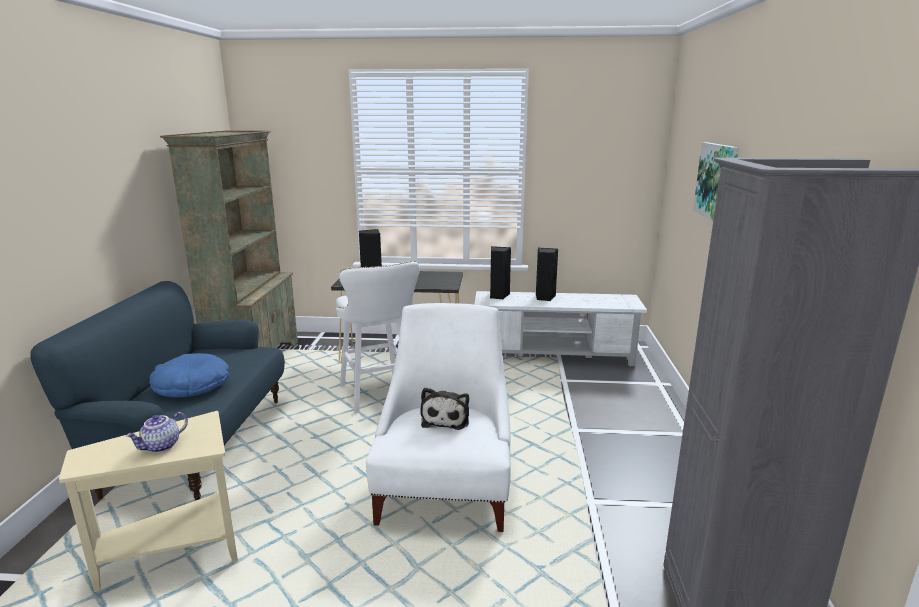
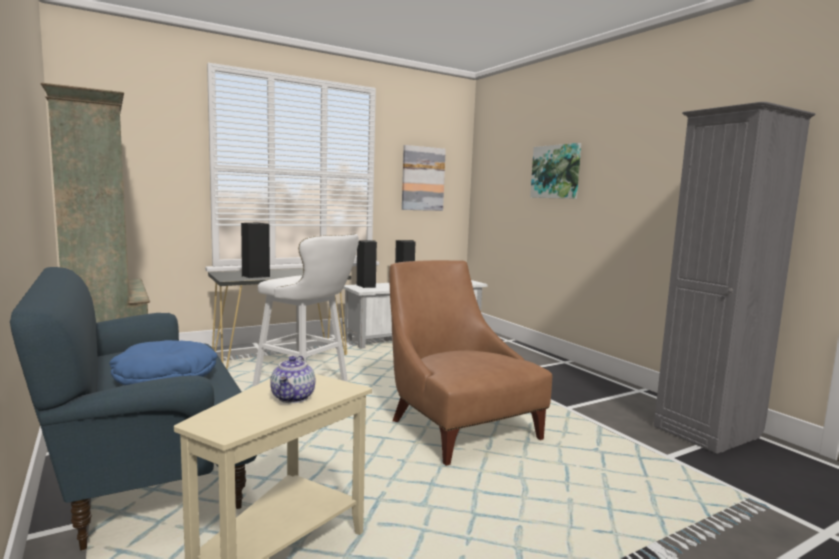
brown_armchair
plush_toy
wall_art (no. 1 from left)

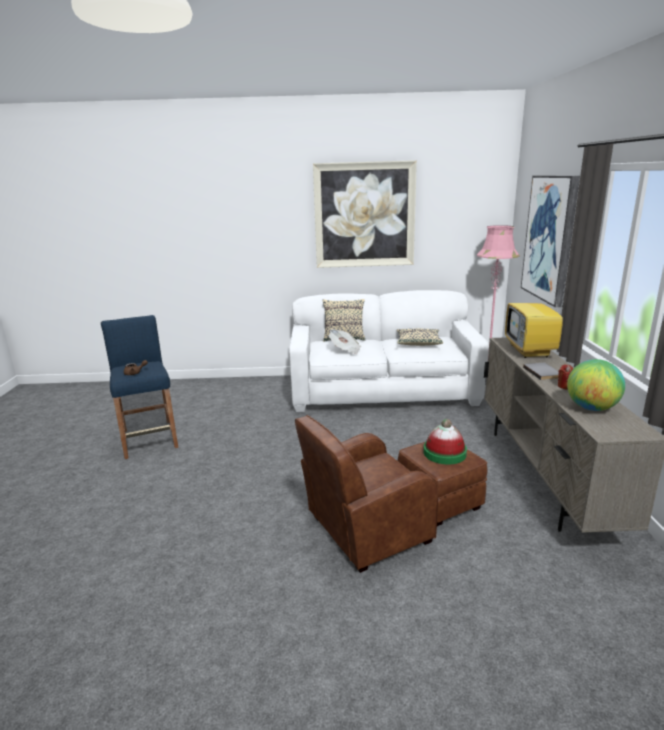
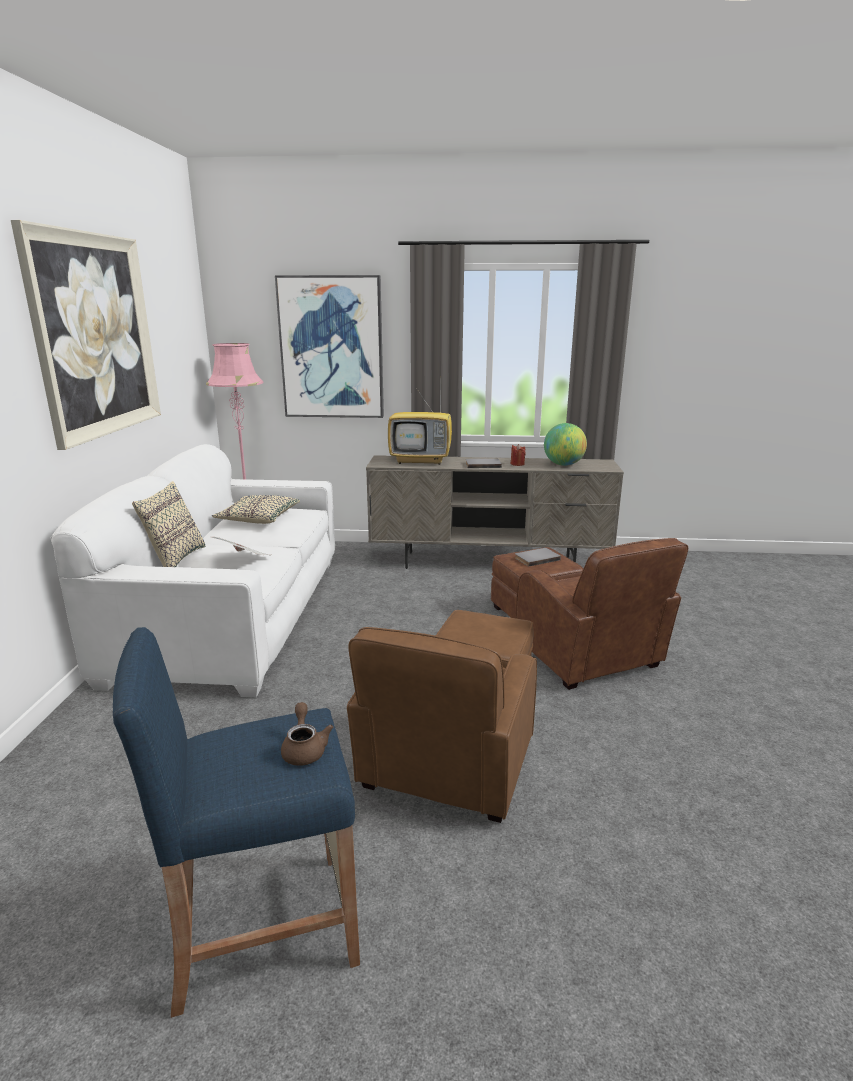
greyish_volume (no. 2 from left)
brown_armchair (no. 1 from left)

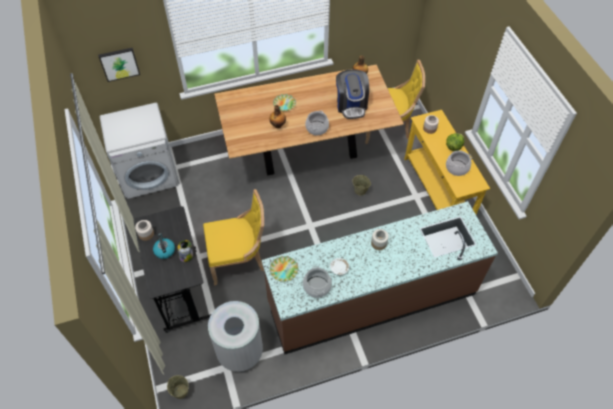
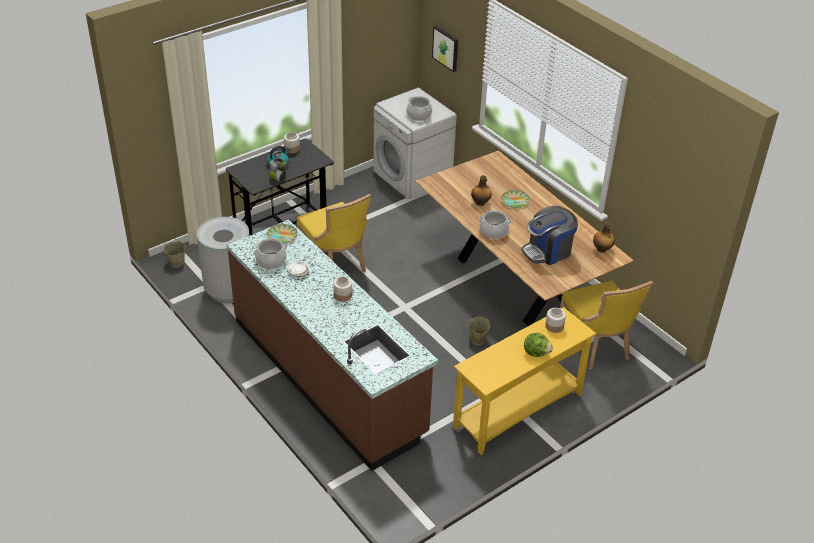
cooking_pot (no. 2 from left)

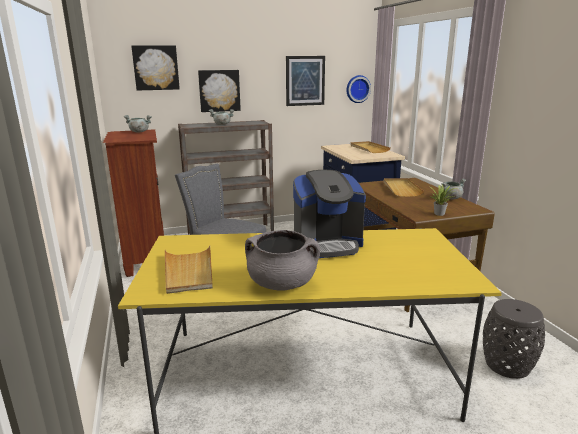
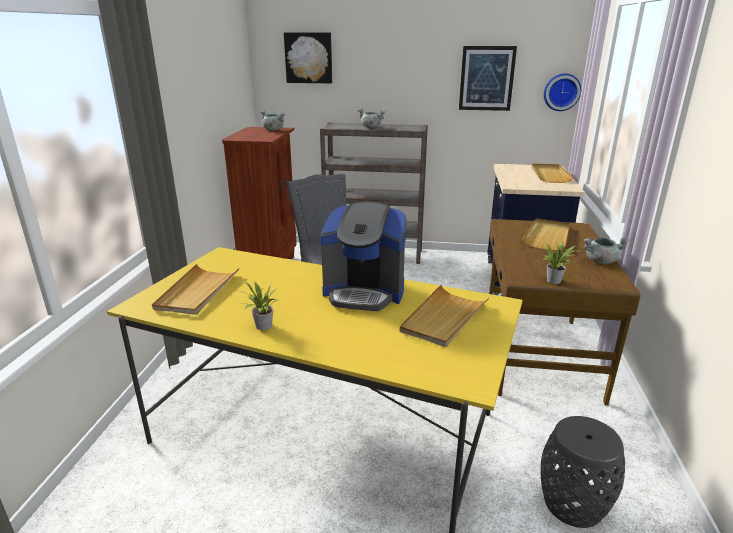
wall_art (no. 2 from left in the first image)
houseplant (no. 1 from left)
sand-coloured_carrying_tray (no. 2 from left)

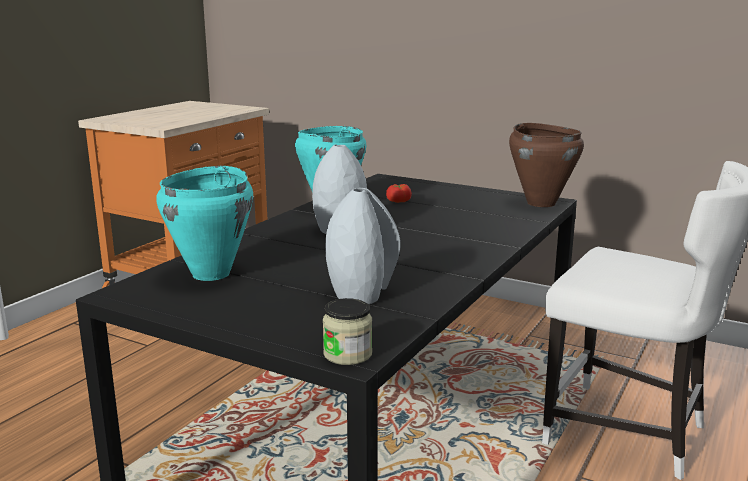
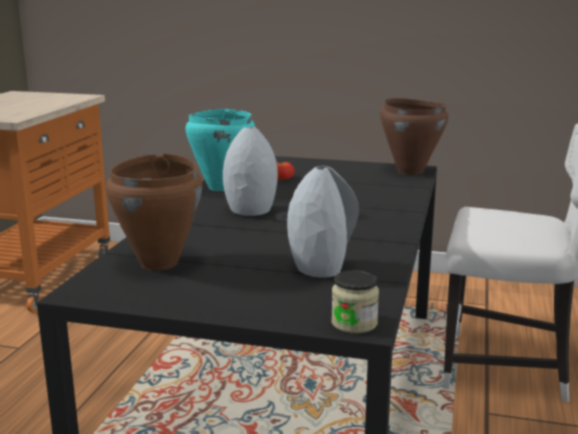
brown_cooking_pot (no. 1 from left)

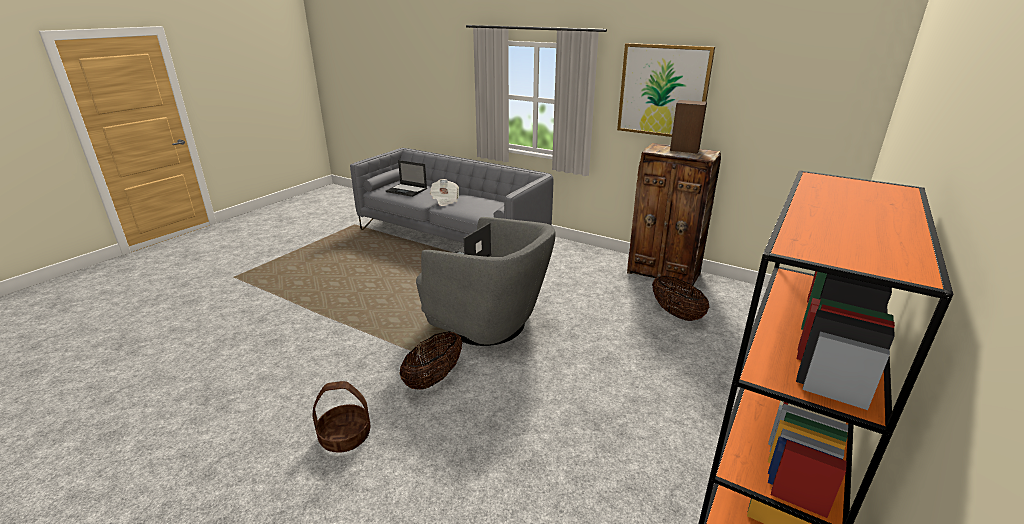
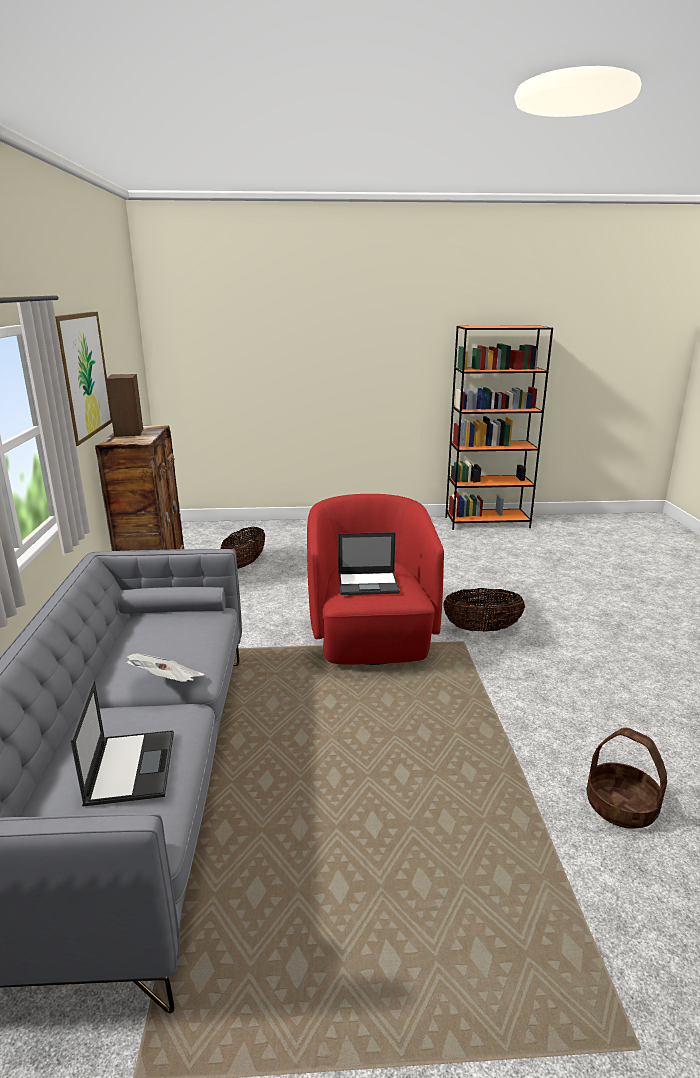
red_armchair
household_basket (no. 3 from left)

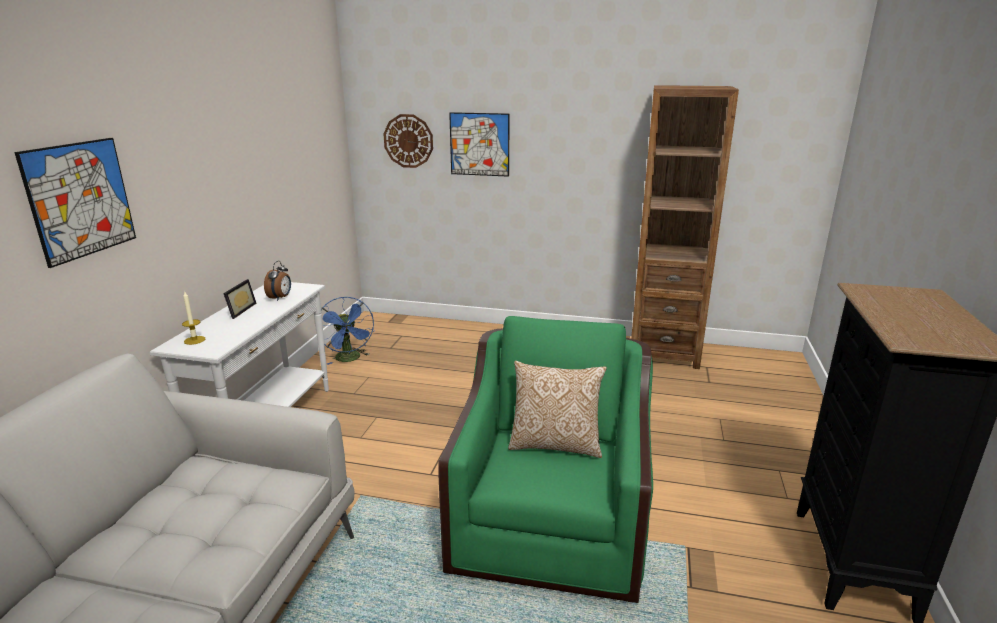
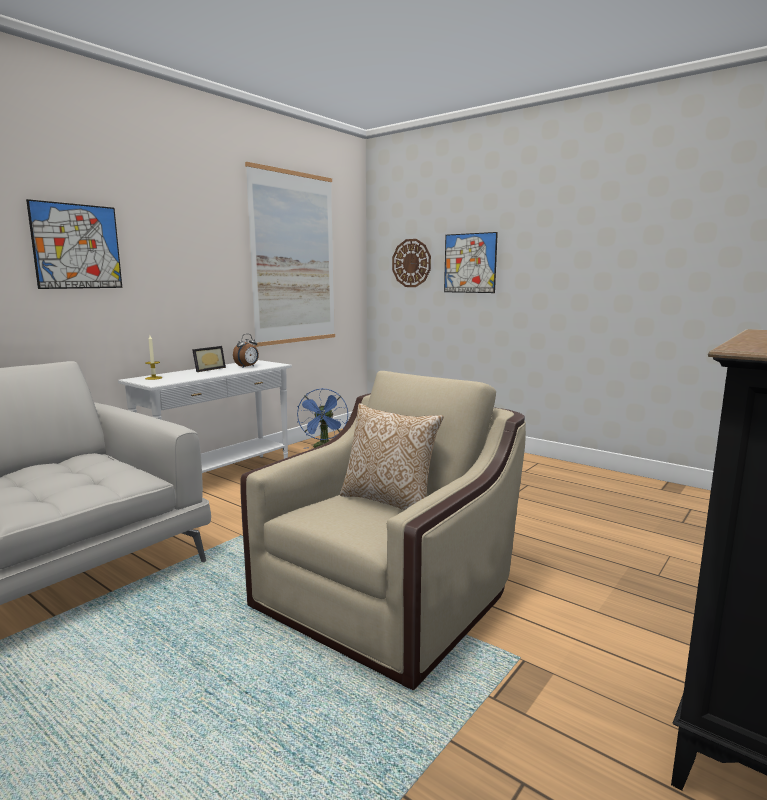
brown_bookcase
sand-coloured_armchair
wall_art (no. 2 from left)

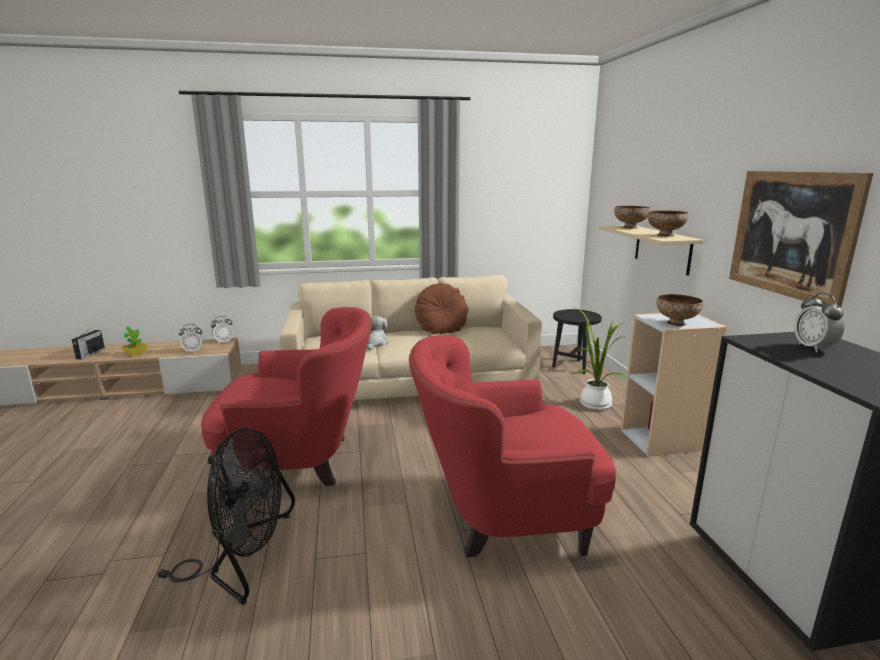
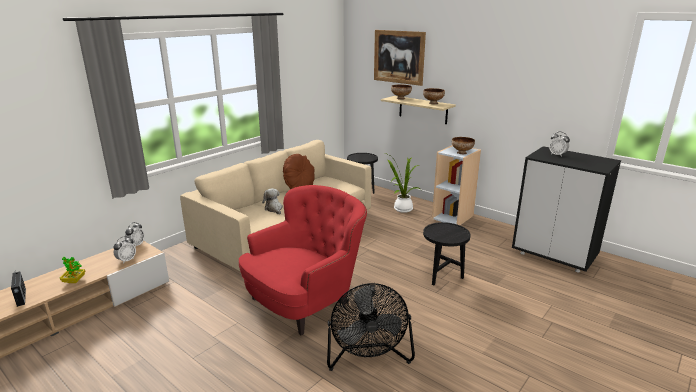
wall_art
blackish_side_table (no. 2 from left)
blackish_fan

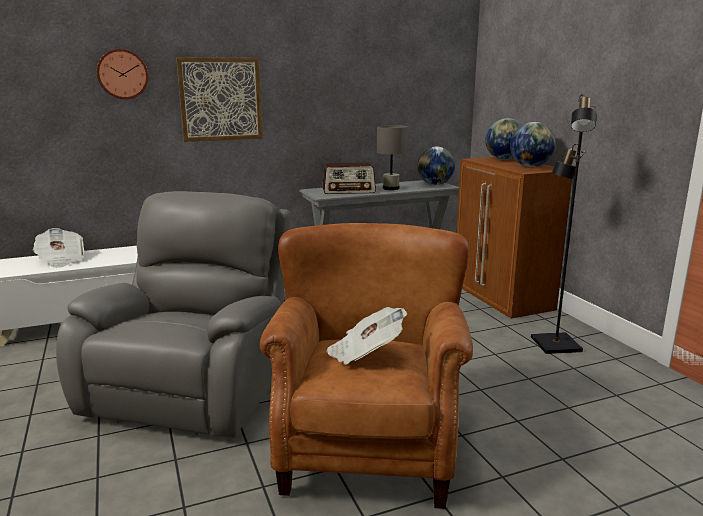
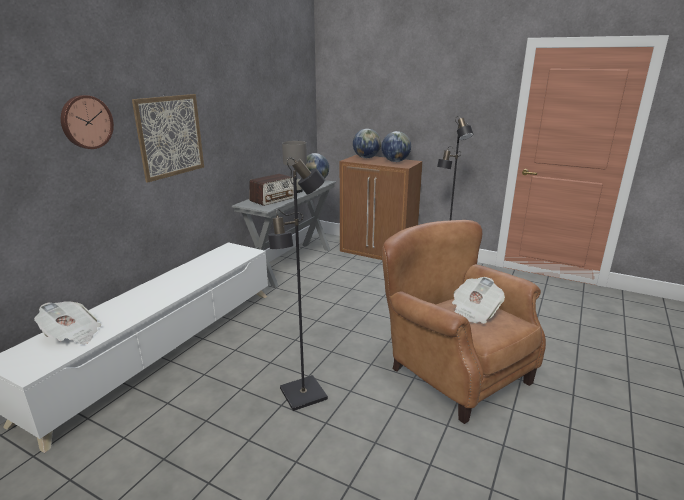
blackish_standing_lamp (no. 1 from left)

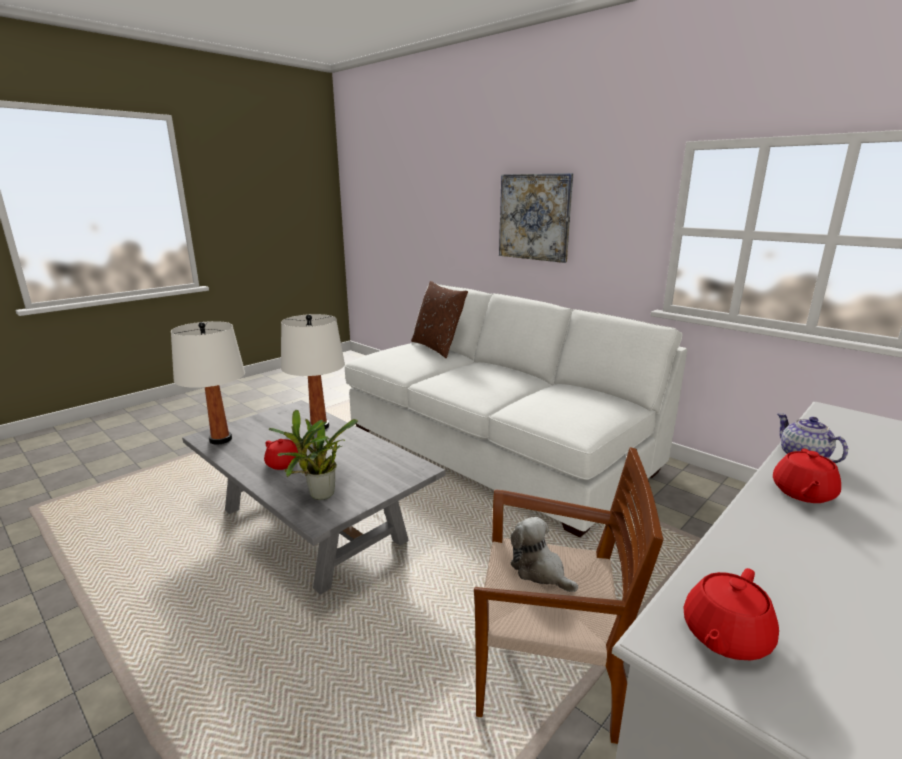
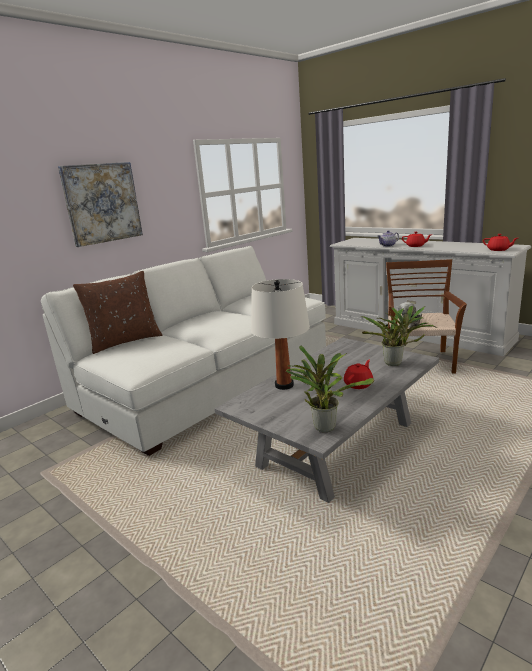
houseplant (no. 1 from left)

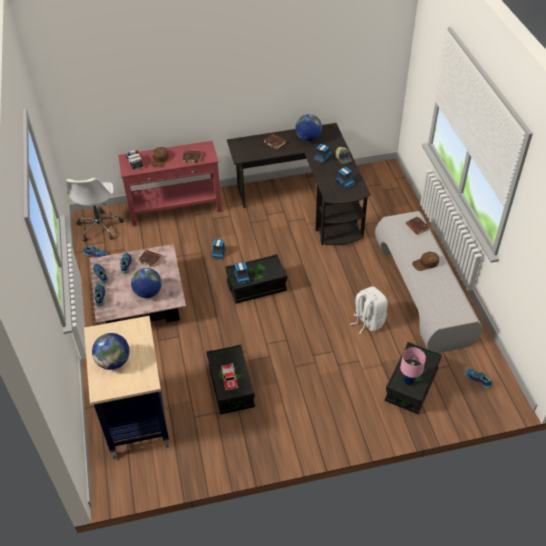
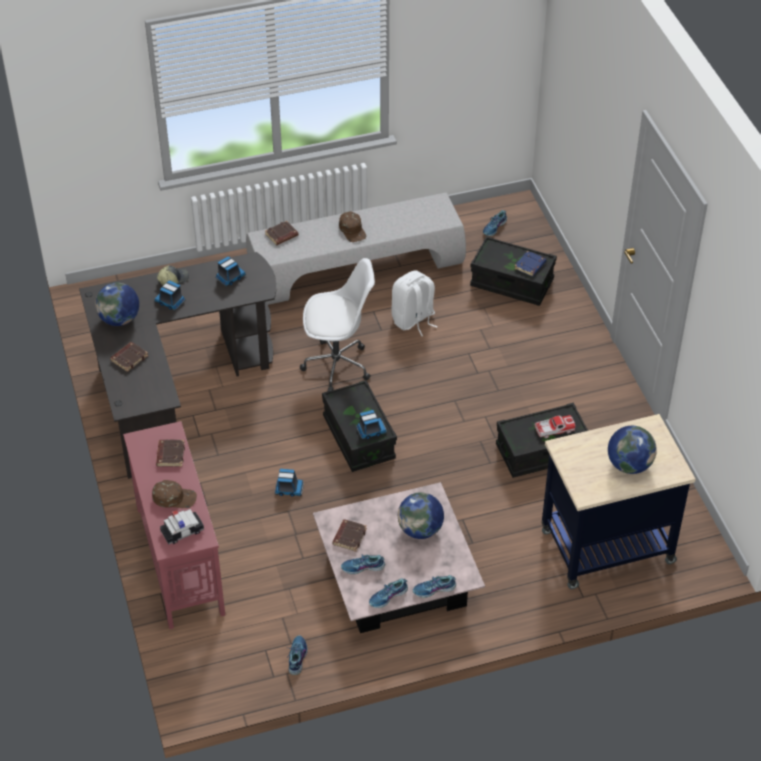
whitish_office_chair
blue-coloured_volume

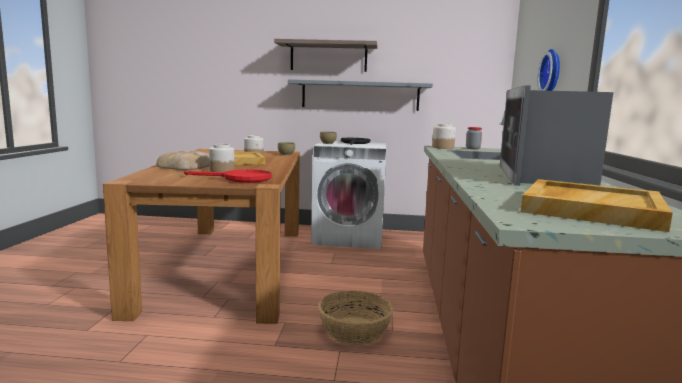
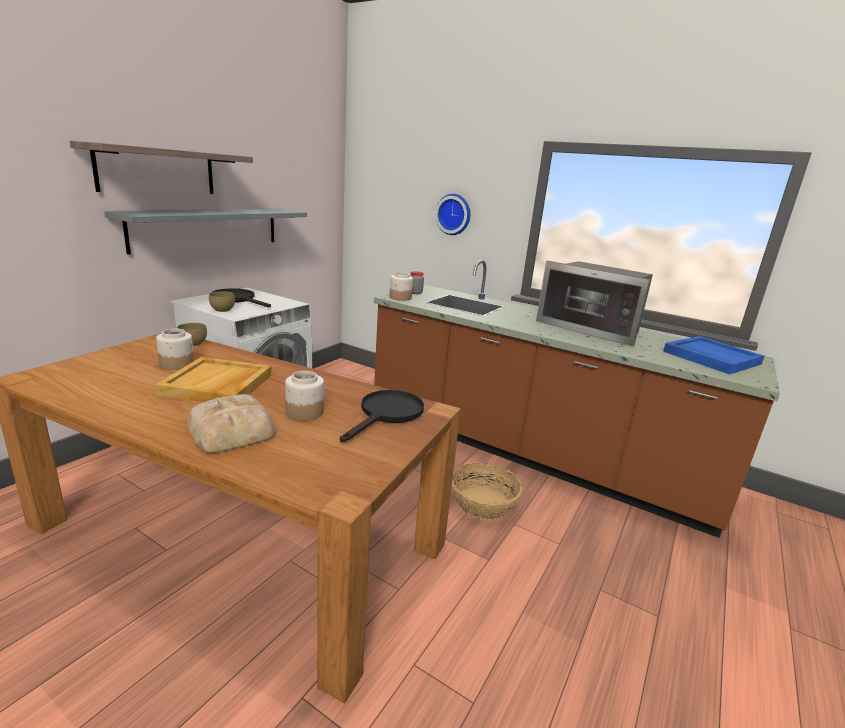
blackish_pan (no. 2 from left)
blue-coloured_carrying_tray

